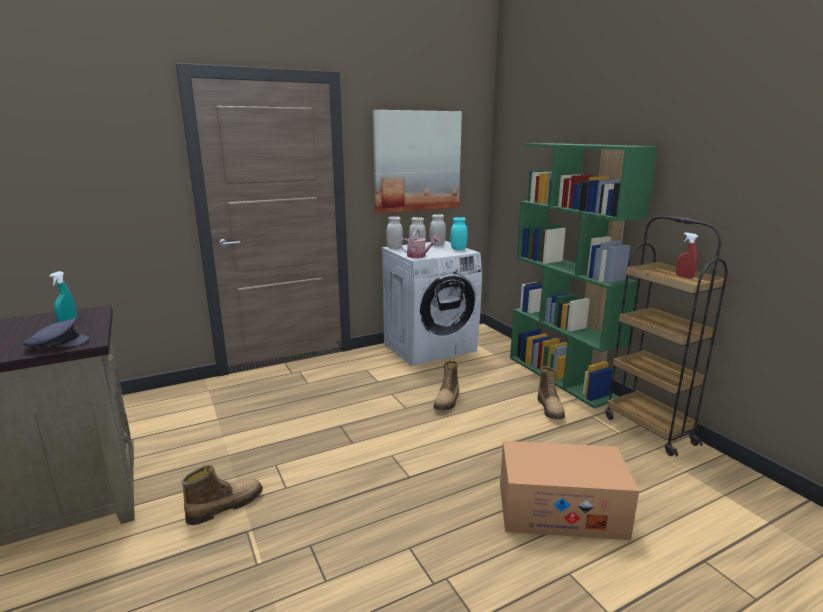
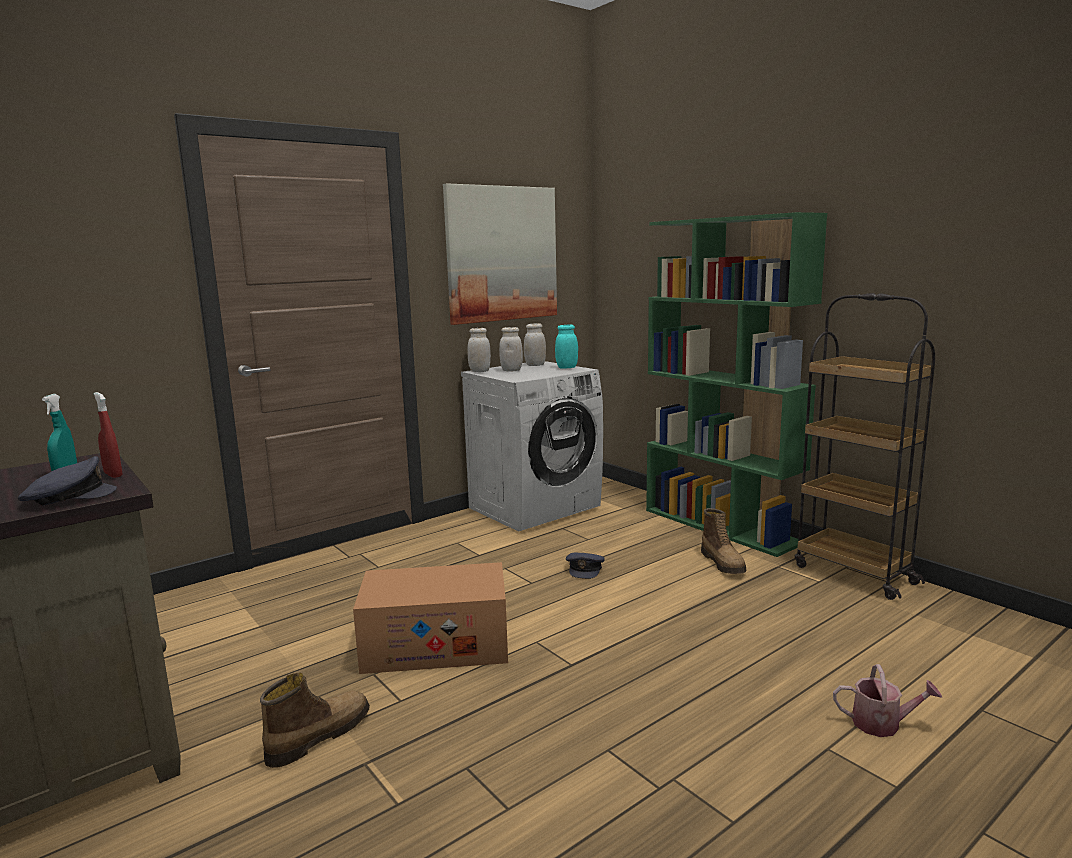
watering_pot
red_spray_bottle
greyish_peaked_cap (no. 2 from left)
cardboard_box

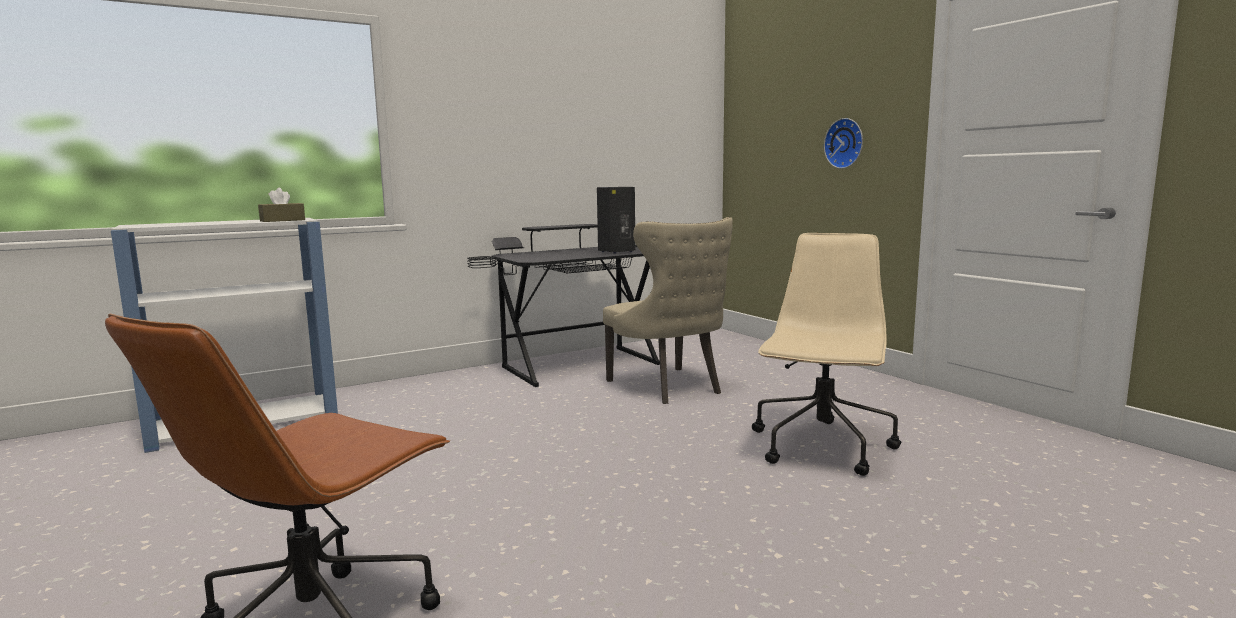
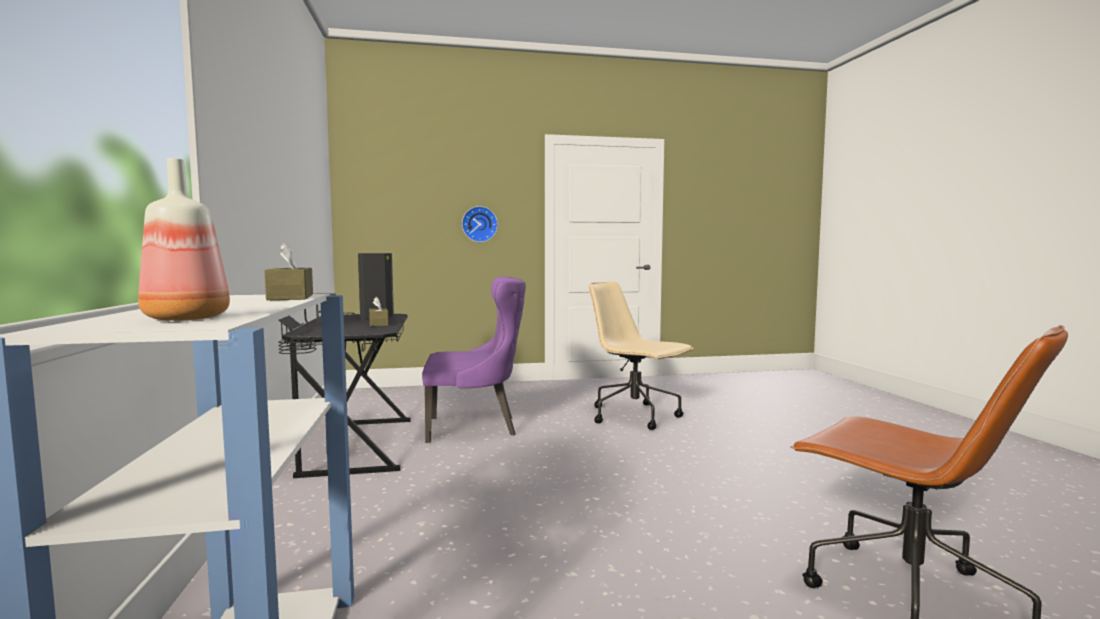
purple_plain_chair
beverage_bottle
brown_tissue_holder (no. 2 from left)

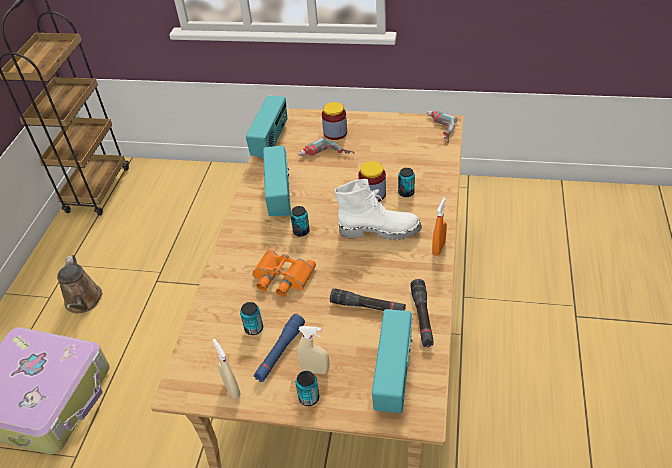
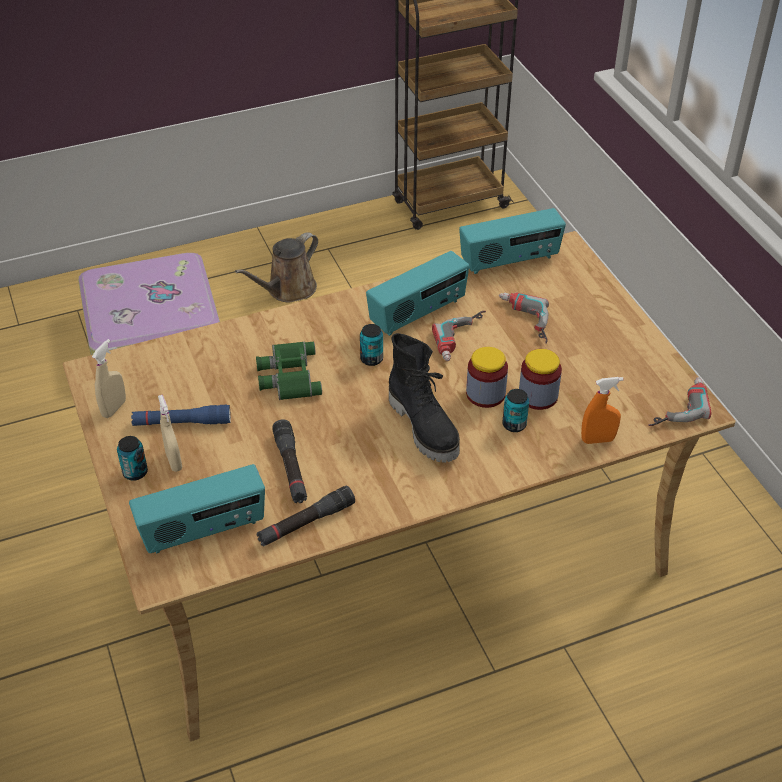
storage_jar (no. 2 from left)
blackish_high-top_boot
orangey_spray_bottle
greenish_pair_of_binoculars
sealed_can (no. 1 from left in the first image)
electric_drill (no. 1 from left)

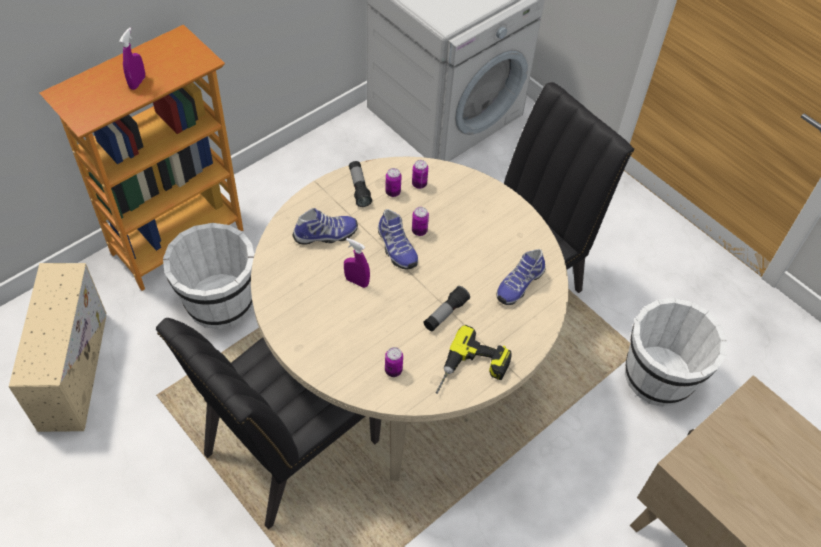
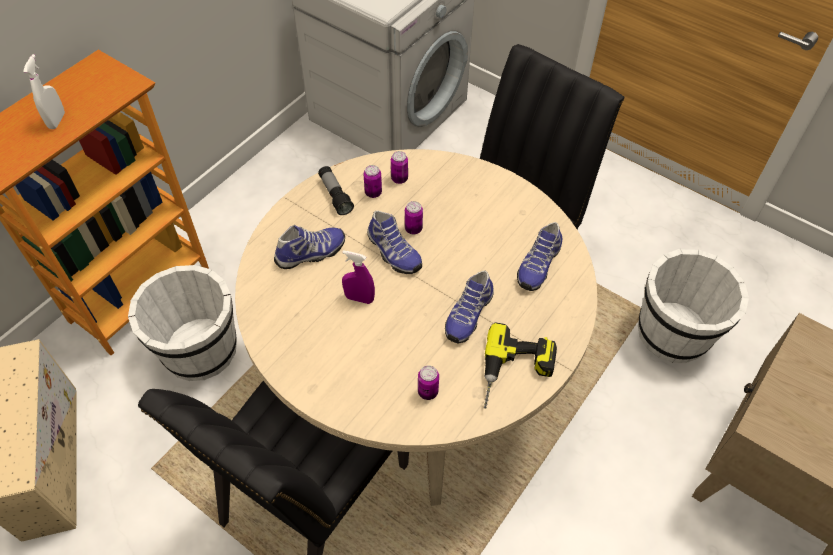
whitish_spray_bottle
low_shoe (no. 3 from left)

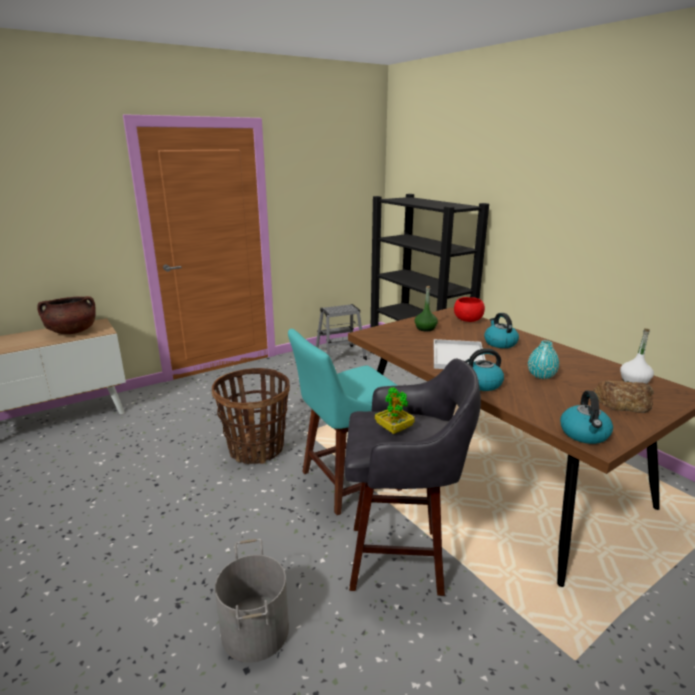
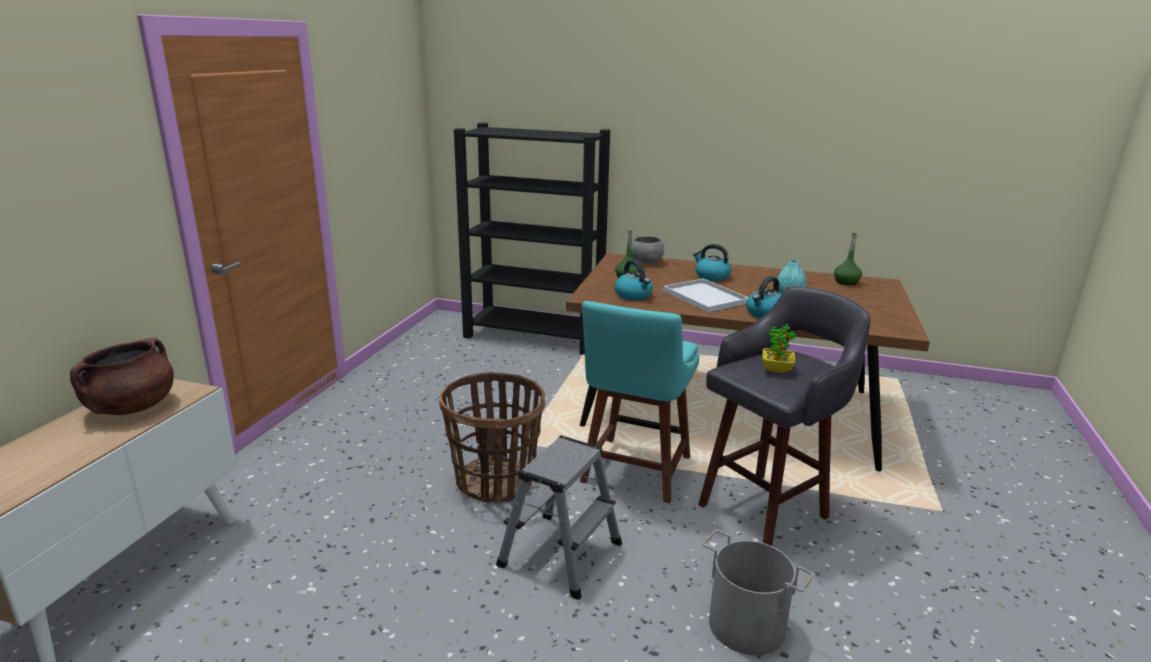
greyish_deep_dish
greyish_step_ladder
greenish_beverage_bottle (no. 2 from left)
bread
water_kettle (no. 1 from left)

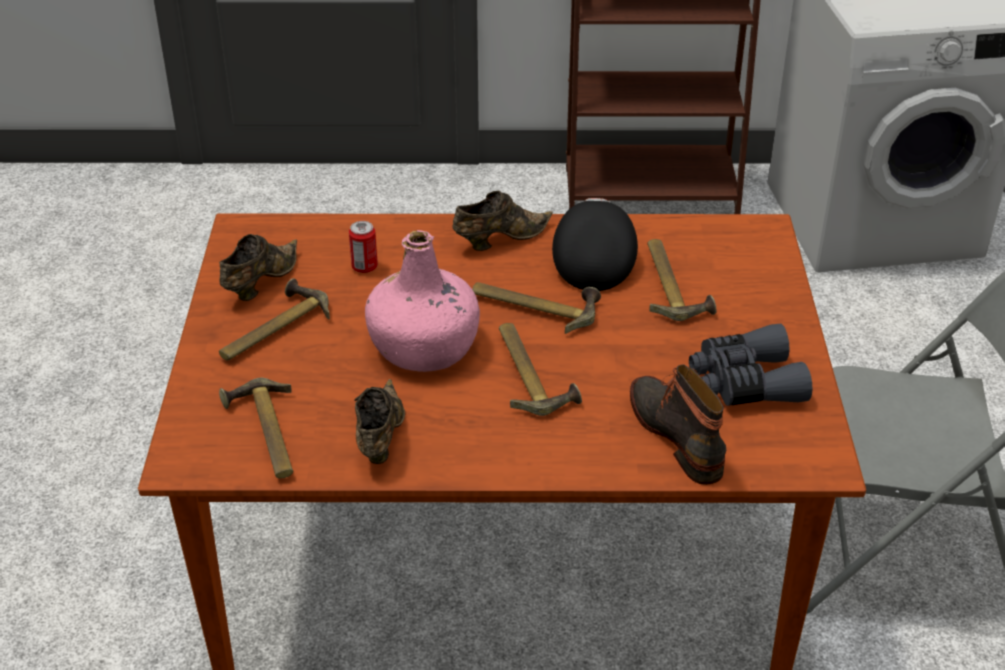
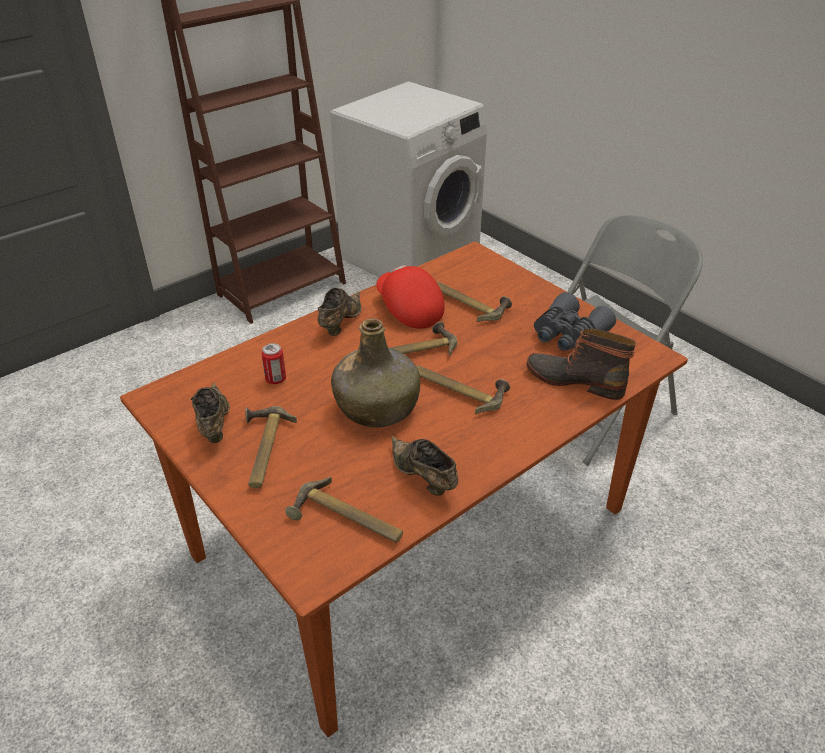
red_peaked_cap
greenish_beverage_bottle

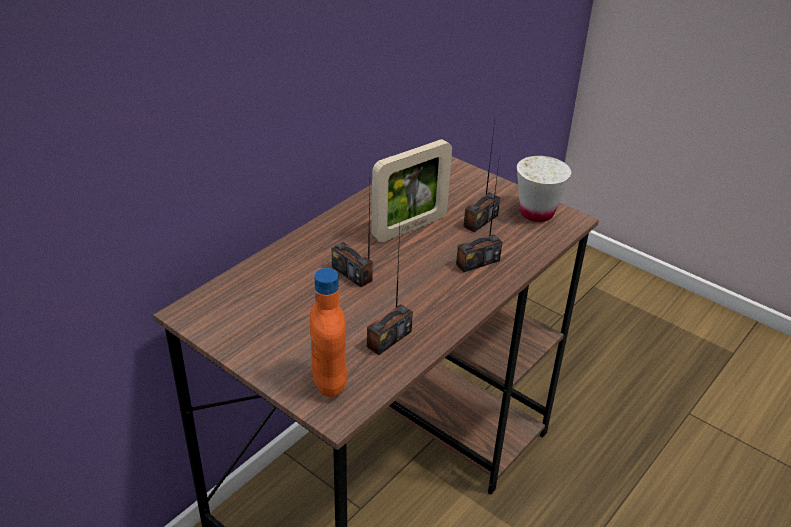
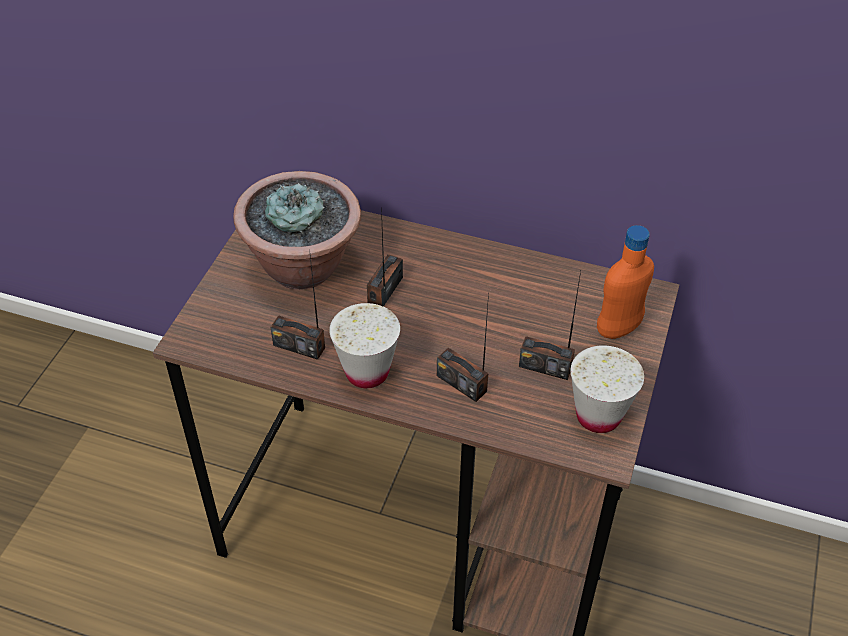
photo_frame
orangey_beverage_bottle
houseplant
whitish_drinking_cup (no. 1 from left)

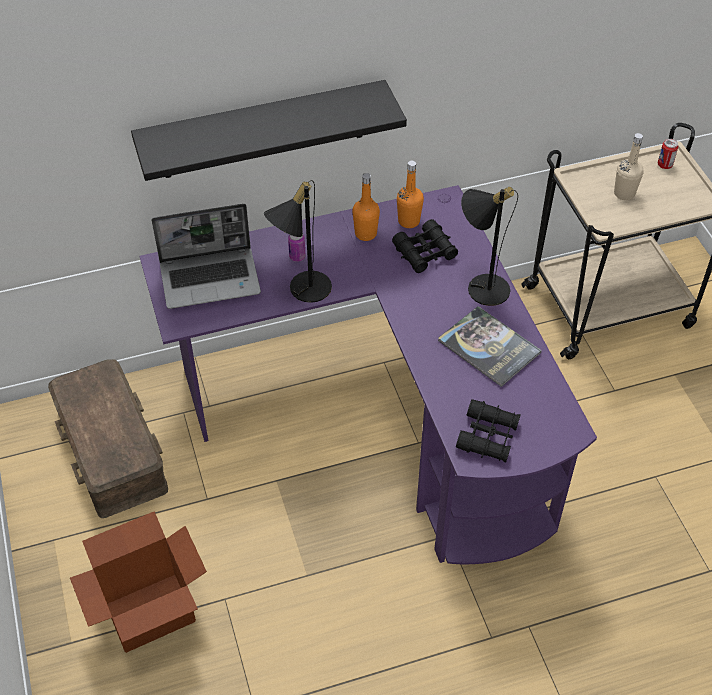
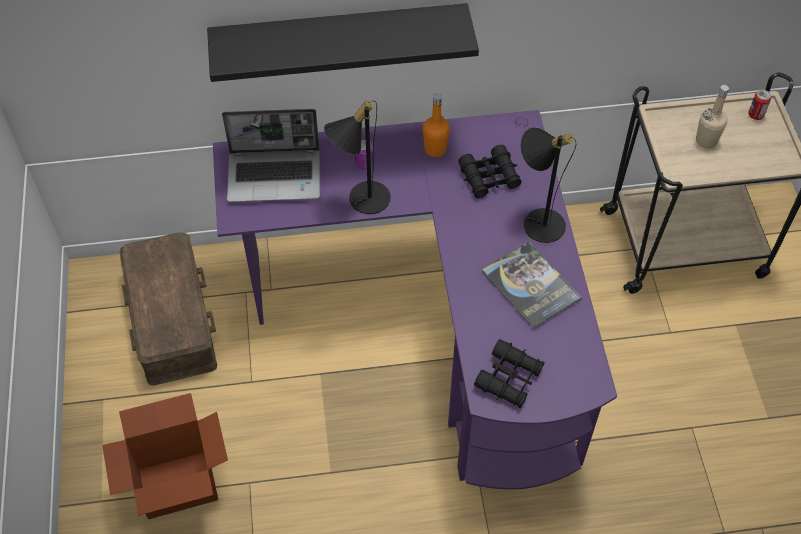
orangey_beverage_bottle (no. 2 from left in the first image)

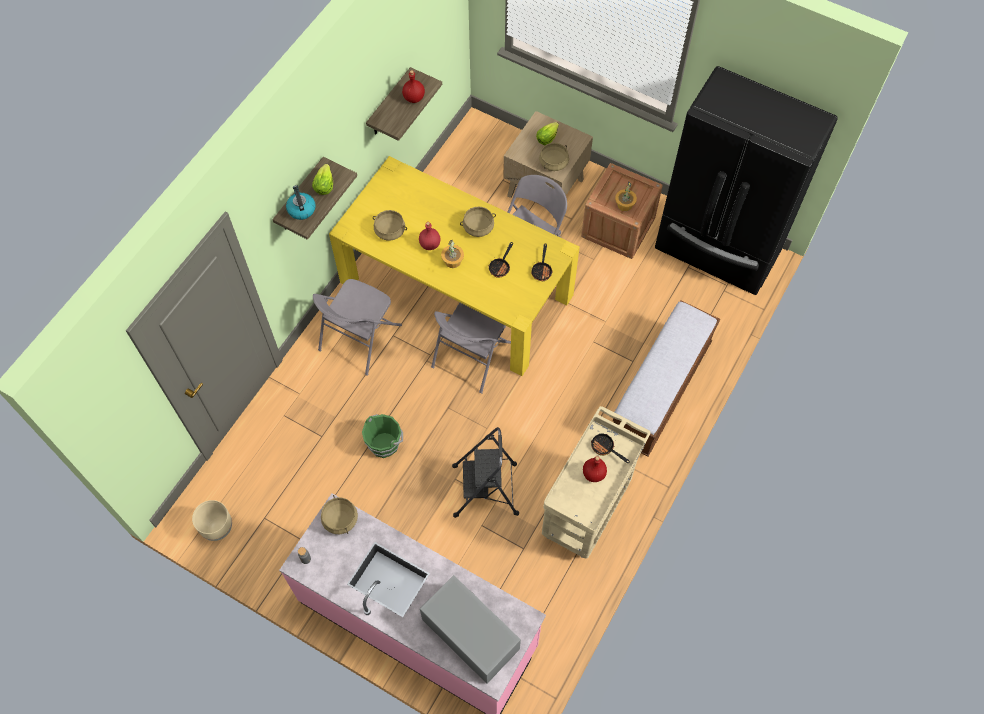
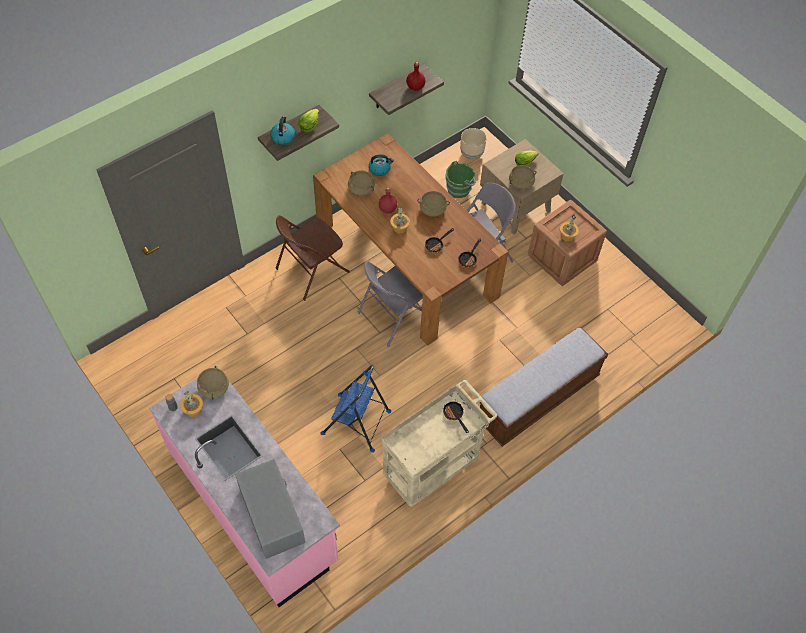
blackish_kitchen_fridge
brown_dinner_table
brown_plain_chair
greenish_water_bucket
blue-coloured_step_ladder
red_beverage_bottle (no. 3 from left in the first image)
sand-coloured_plant_pot
water_kettle (no. 2 from left)
houseplant (no. 1 from left)

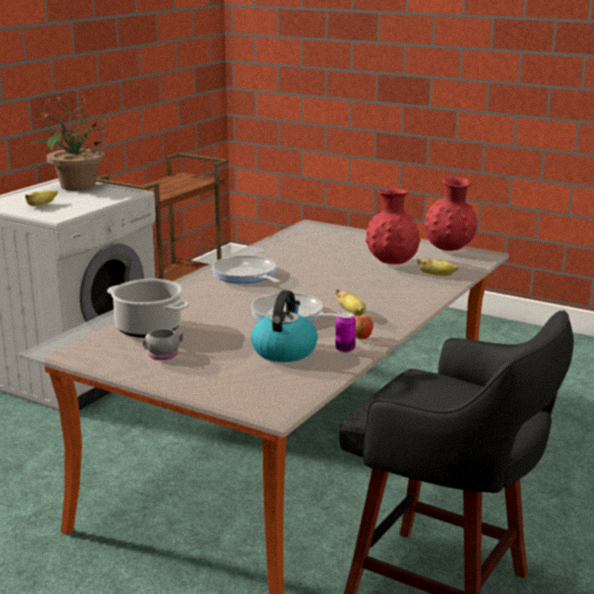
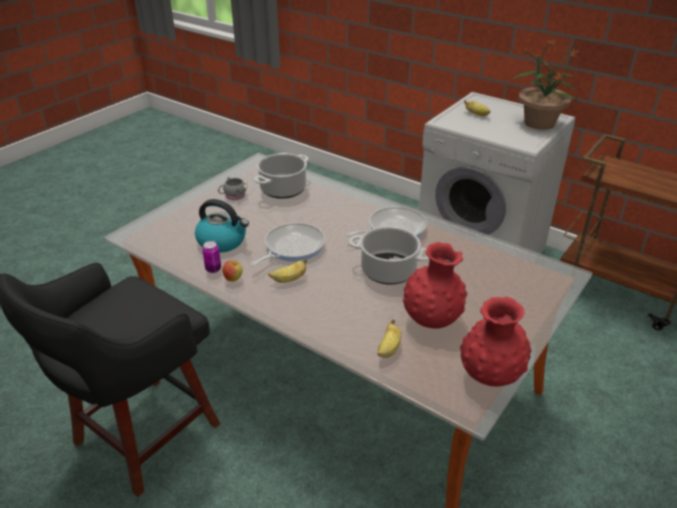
cooking_pot (no. 2 from left)

